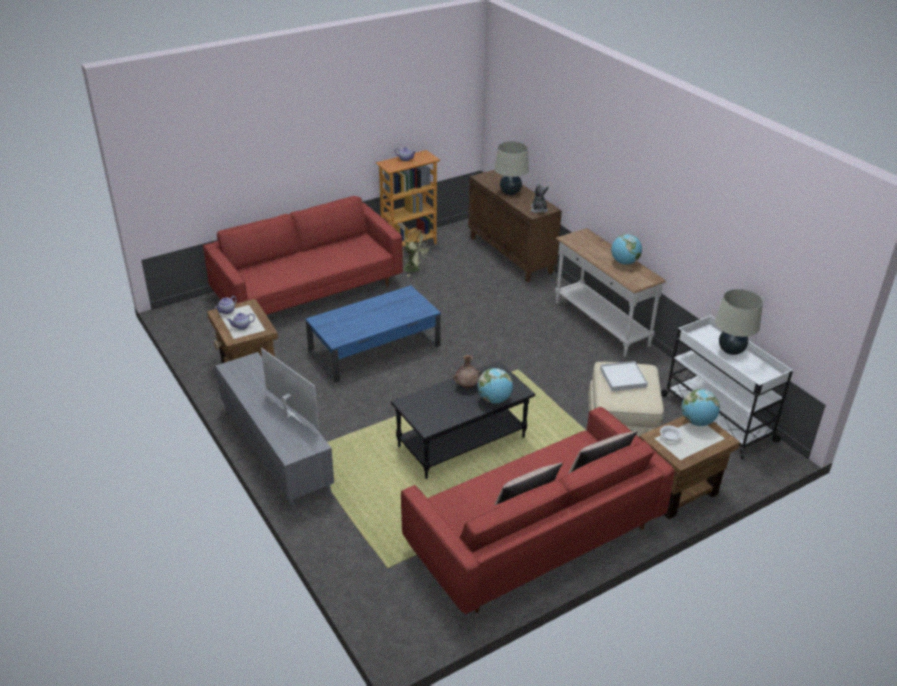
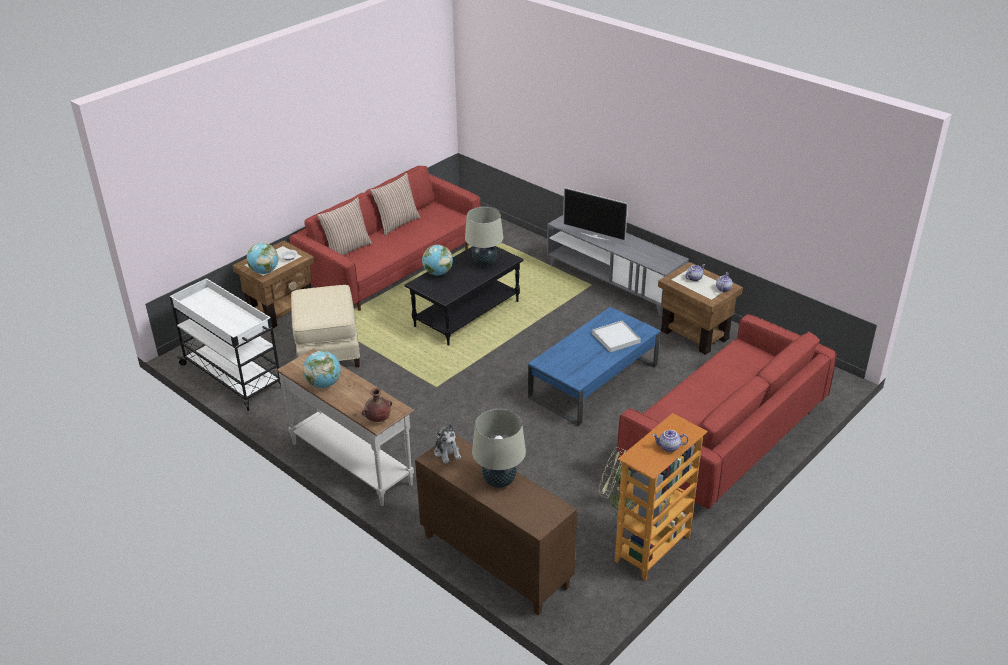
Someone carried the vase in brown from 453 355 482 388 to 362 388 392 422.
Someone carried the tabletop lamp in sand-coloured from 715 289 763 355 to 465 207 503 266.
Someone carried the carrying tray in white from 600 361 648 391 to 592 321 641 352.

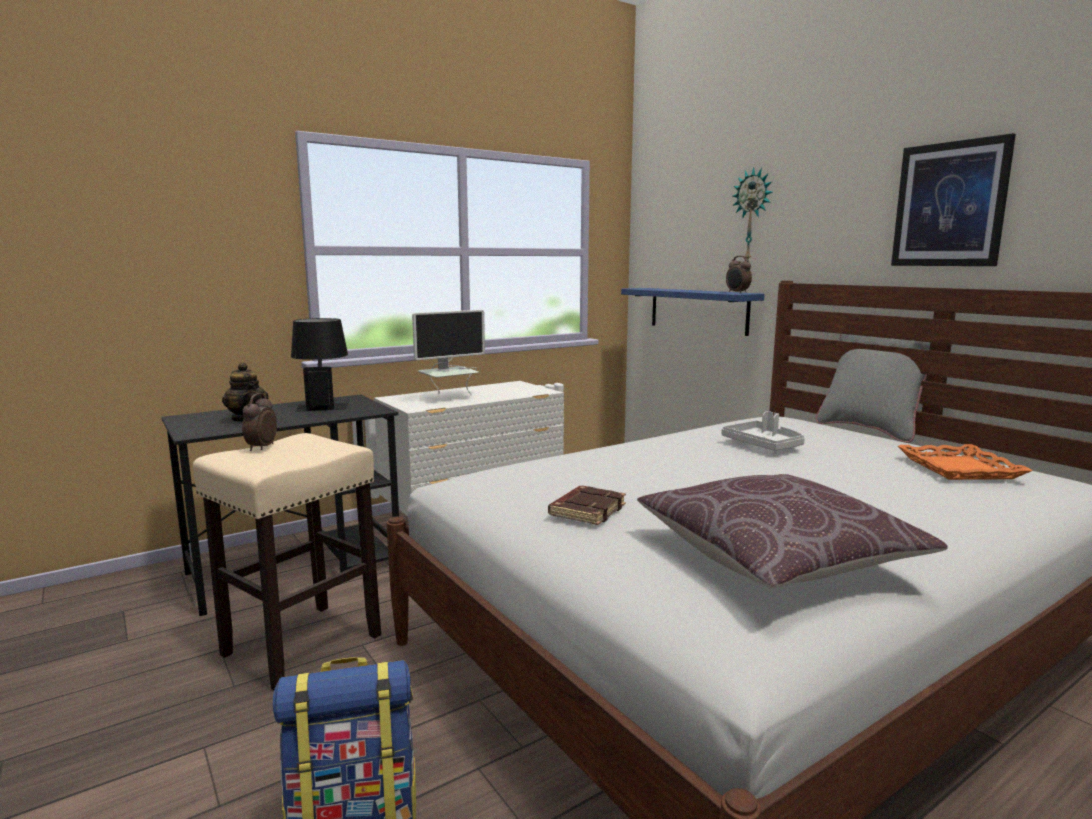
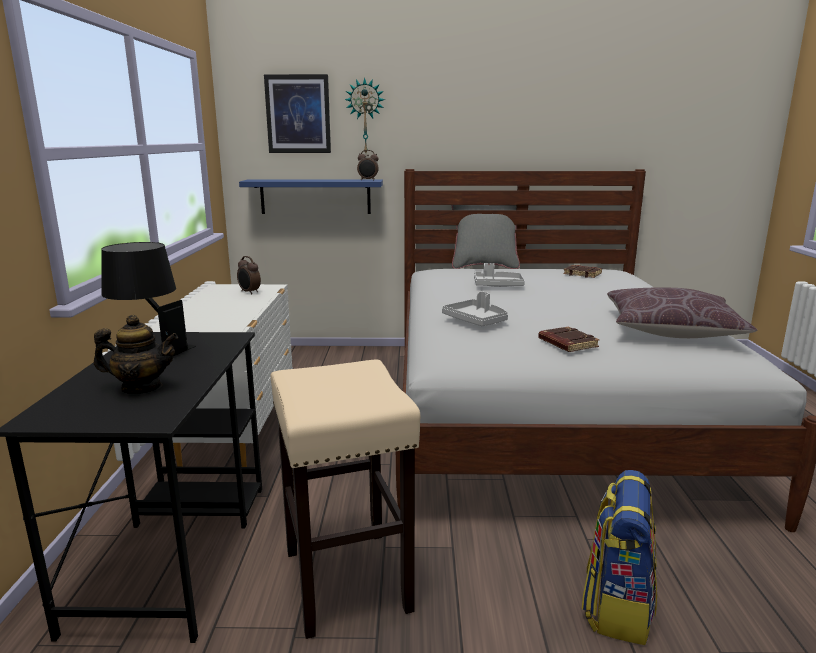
Someone carried the bedside clock from 242 393 277 451 to 237 256 261 294.
Someone carried the wall art from 891 133 1016 266 to 264 74 331 153.
Someone put down the carrying tray in grey at 442 291 508 326.
Someone swapped the carrying tray in orange-coloured at 898 444 1032 480 for the bound book in brown at 564 265 602 278.
Someone took away the computer screen at 412 310 485 395.

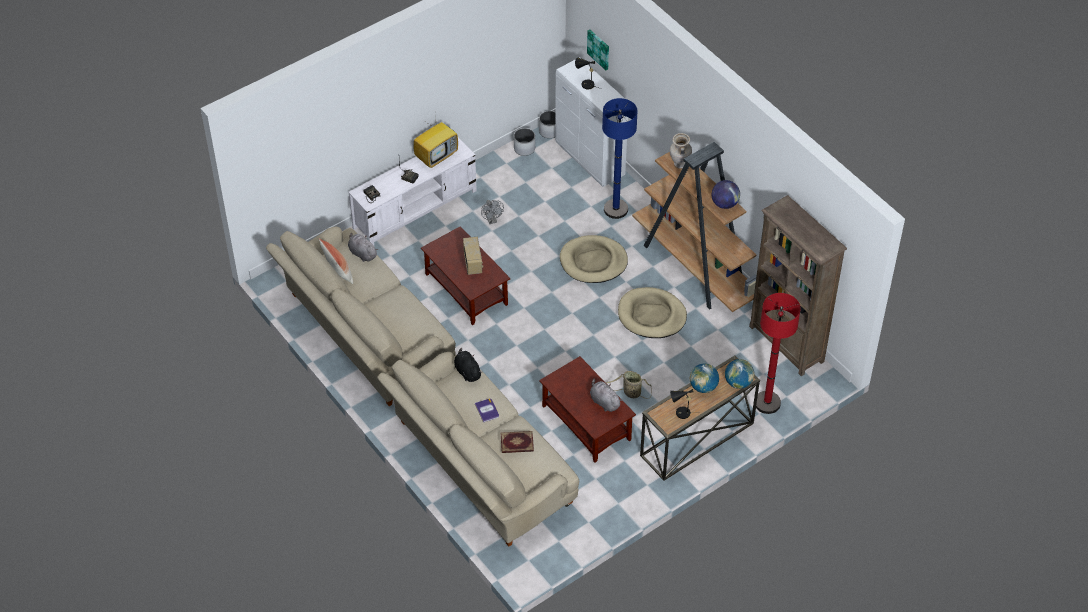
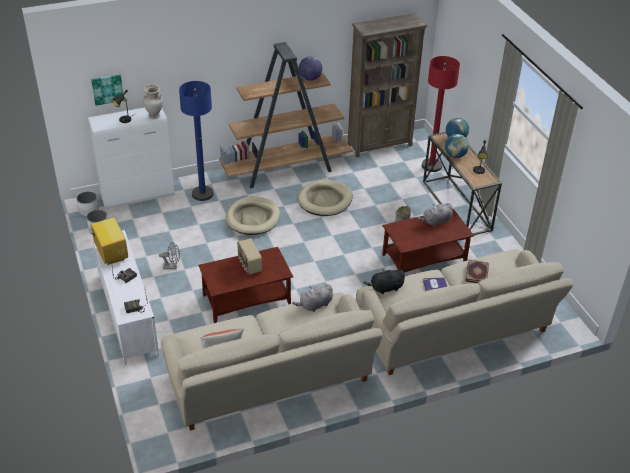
Someone carried the vase in sand-coloured from 670 133 692 169 to 143 85 163 119.
Someone rotated the radio set at 463 236 483 275 by 120 degrees counterclockwise.
Someone carried the plush toy in grey from 348 233 378 262 to 293 284 333 312.

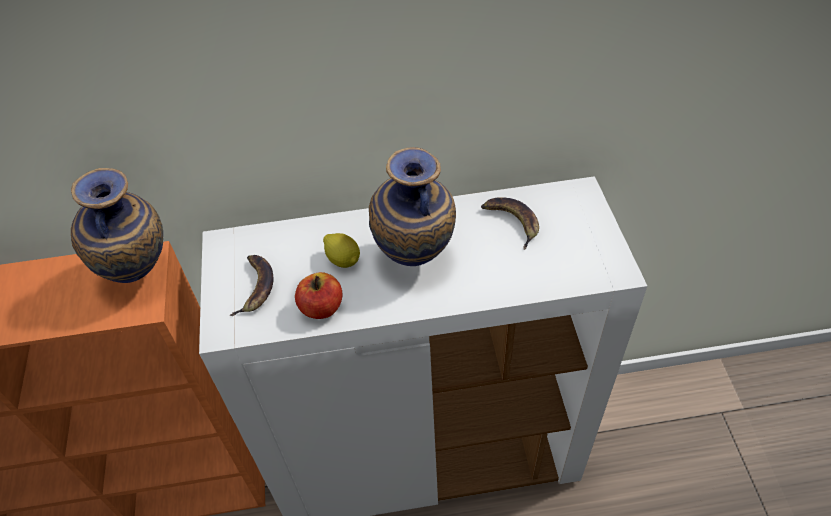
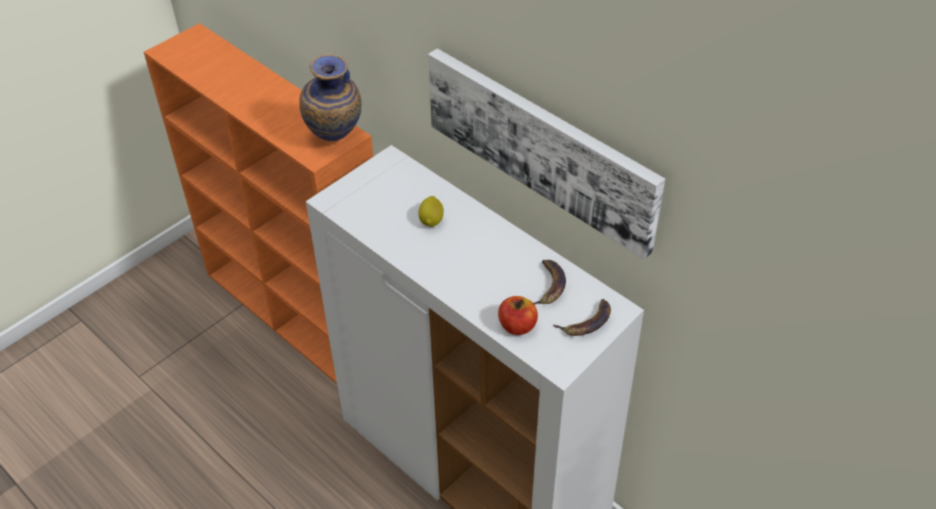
Someone put up the wall art at 428 48 665 259.
Someone carried the apple fruit from 295 272 342 319 to 498 296 538 335.
Someone carried the banana fruit from 229 255 274 316 to 553 299 611 336.
Someone took away the vase at 369 147 456 266.

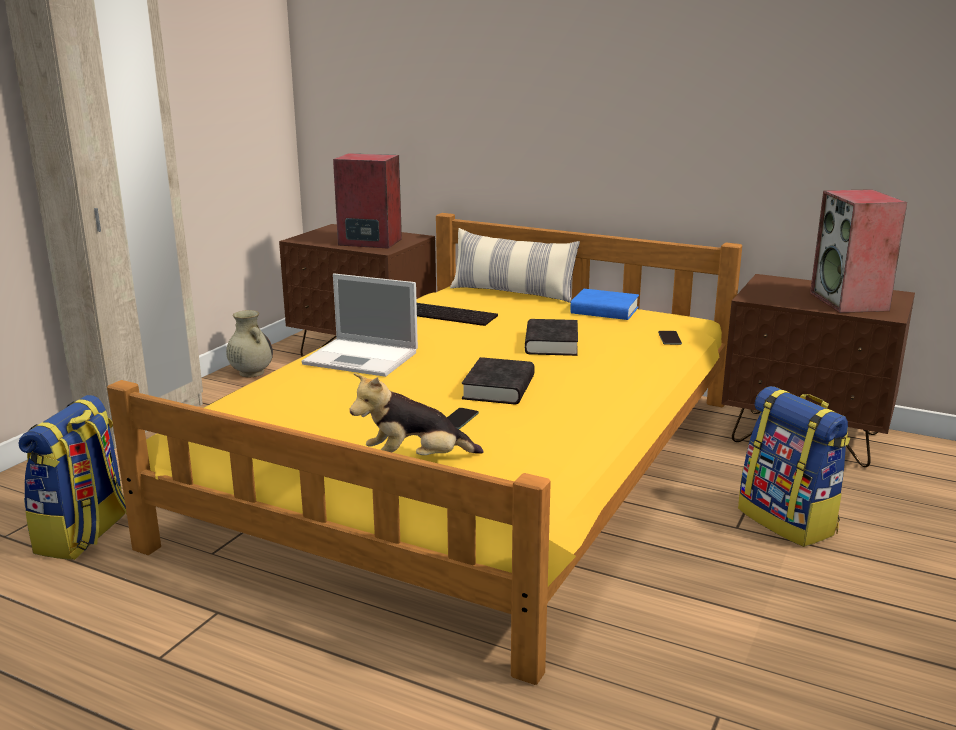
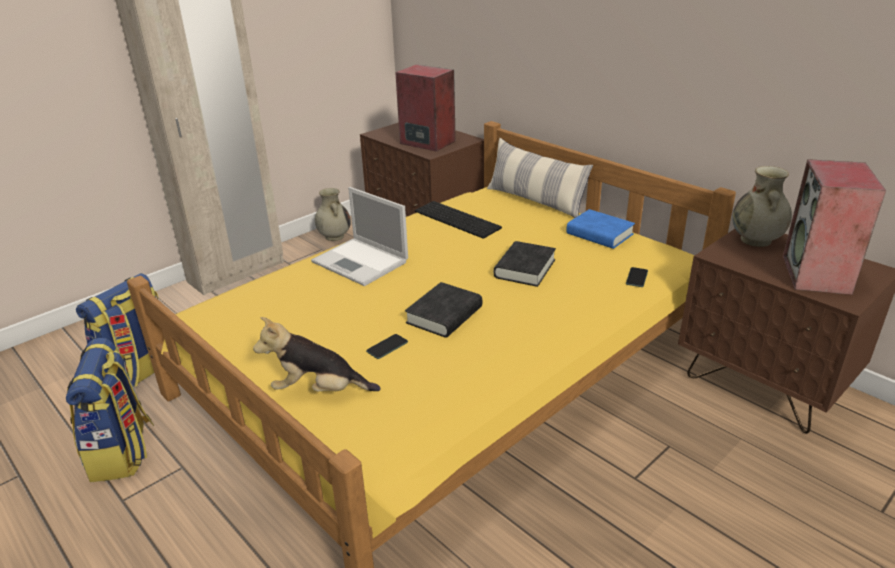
Someone carried the rucksack from 738 386 850 547 to 66 338 154 482.
Someone put down the vase in sand-coloured at 732 166 792 247.

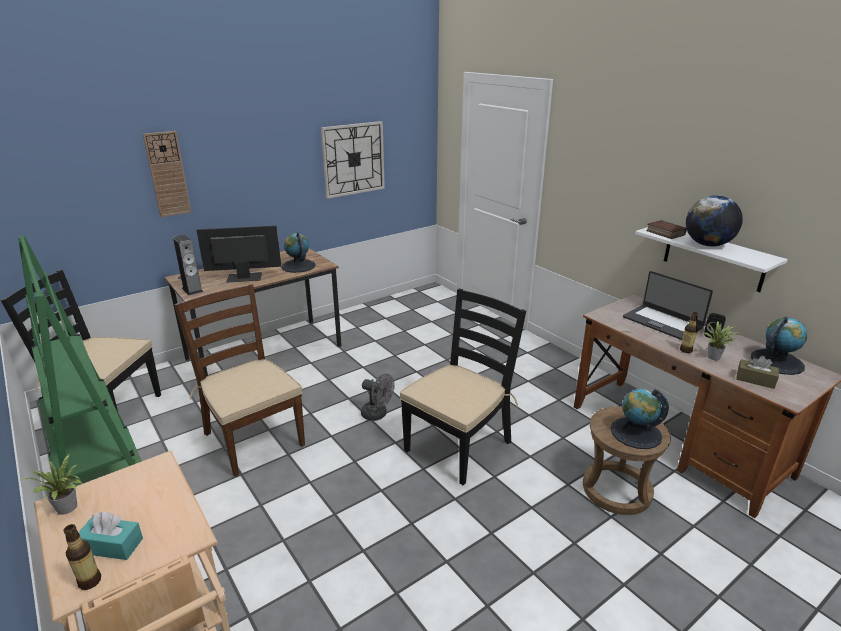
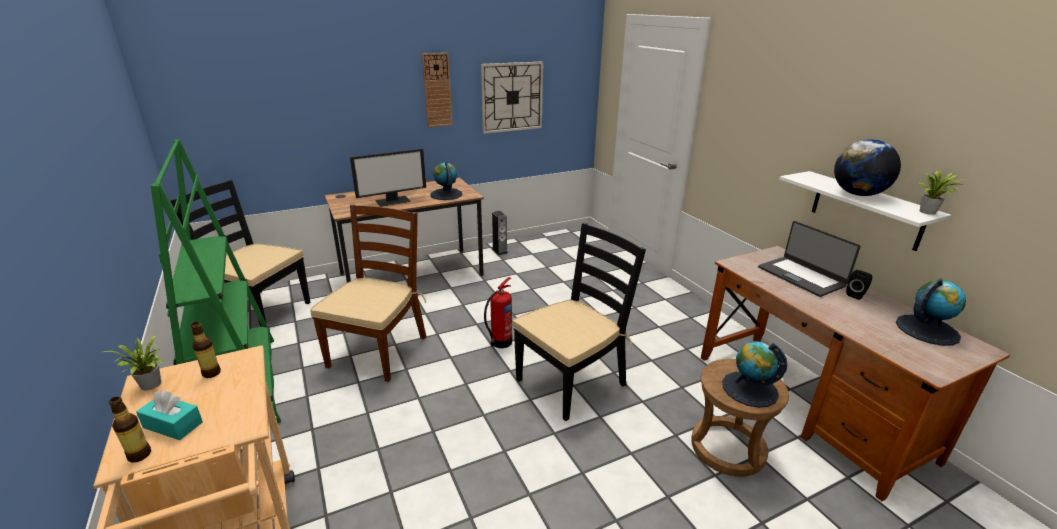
Someone carried the drink bottle from 680 312 698 353 to 191 322 221 378.
Someone rotated the chair in brown at 174 284 305 477 by 45 degrees clockwise.
Someone rotated the computer screen at 196 226 281 283 by 150 degrees clockwise.
Someone carried the clock on the wall from 143 131 191 217 to 422 53 453 127.
Someone swapped the cooling fan in grey at 361 374 395 421 for the extinguisher at 484 277 512 348.
Someone carried the speaker from 173 235 203 295 to 492 211 508 255.
Someone carried the houseplant from 704 321 739 360 to 919 170 964 215.
Someone took away the bound book at 646 220 687 239.
Someone took away the tissue holder in brown at 736 356 779 389.

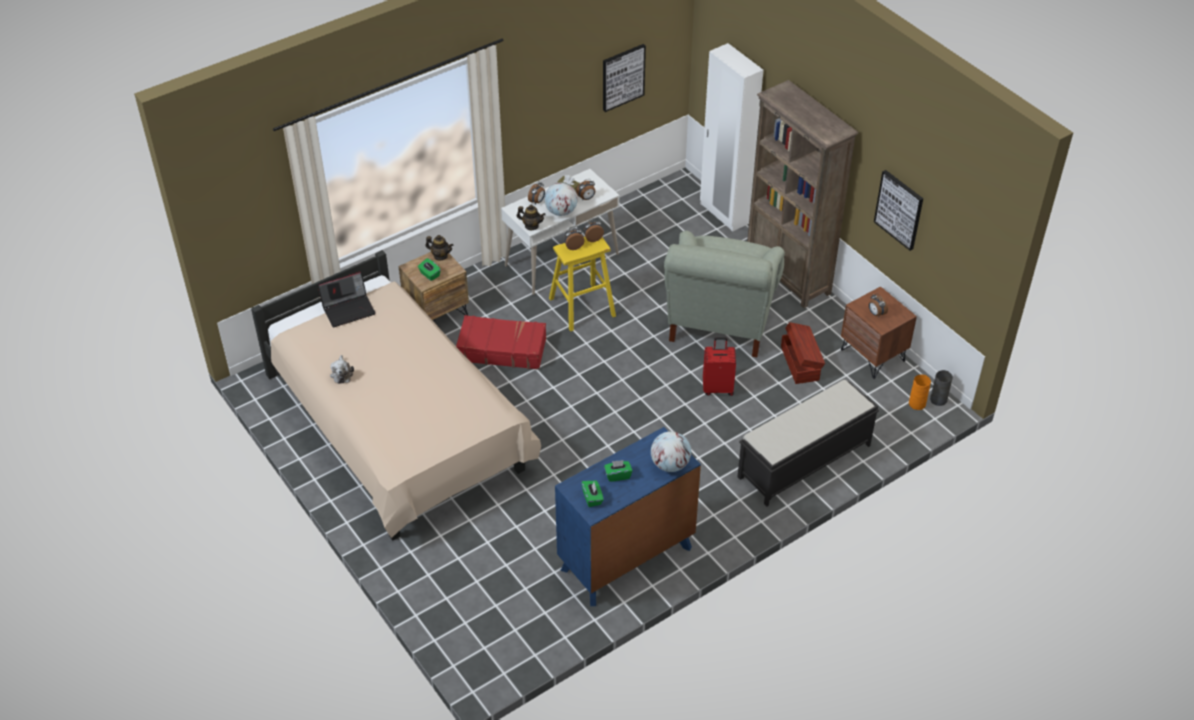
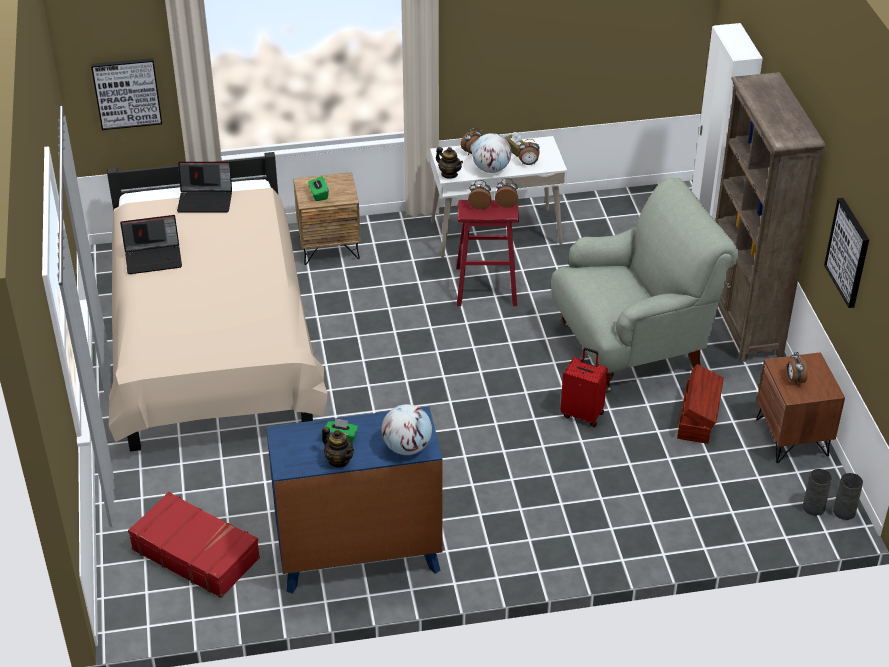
Someone carried the wall art from 603 44 646 112 to 91 58 162 130.
Someone swapped the plush toy at 330 355 354 384 for the notebook computer at 120 215 182 274.
Someone carried the suitcase in reddish from 456 315 546 370 to 128 492 260 598.
Someone carried the pot for tea from 425 235 453 260 to 322 427 354 467.
Someone repainted the stool in yellow at 549 237 616 332, which became the stool in reddish at 456 200 519 306.
Someone rotated the lounge chair in grey at 664 231 785 357 by 150 degrees counterclockwise.
Someone repainted the vase in orange-coloured at 909 375 931 410, which became the vase in grey at 803 469 832 516.
Someone took away the tissue holder in green at 581 481 604 507.
Someone took away the long seat in black-coloured at 737 380 879 506.

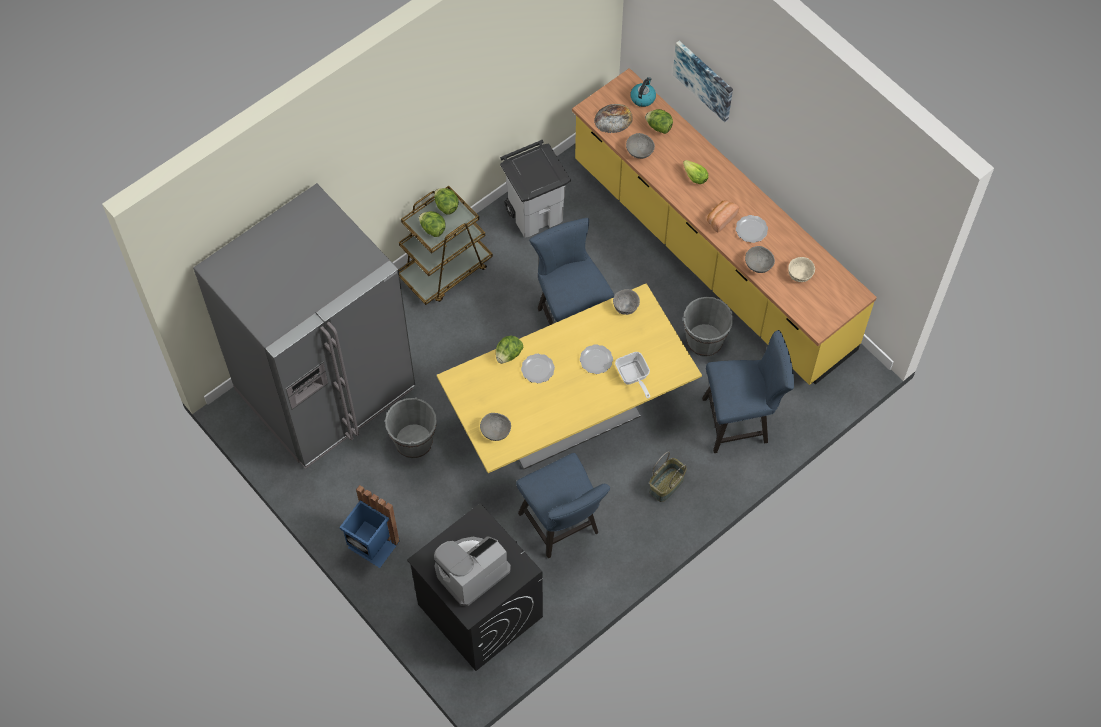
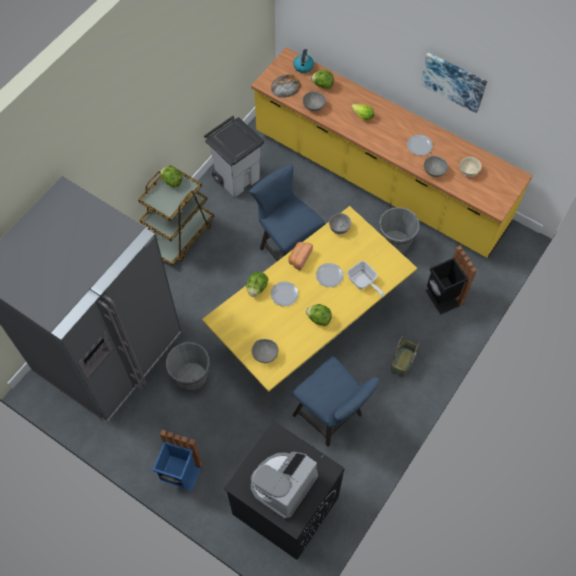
Someone carried the bakery bread from 707 200 739 233 to 288 242 313 270.
Someone carried the lettuce head from 419 211 446 237 to 306 304 332 326.
Someone carried the wall art from 673 41 733 122 to 420 52 487 113.
Someone swapped the chair in blue at 702 330 794 453 for the rubbish bin in black-coloured at 425 245 477 315.

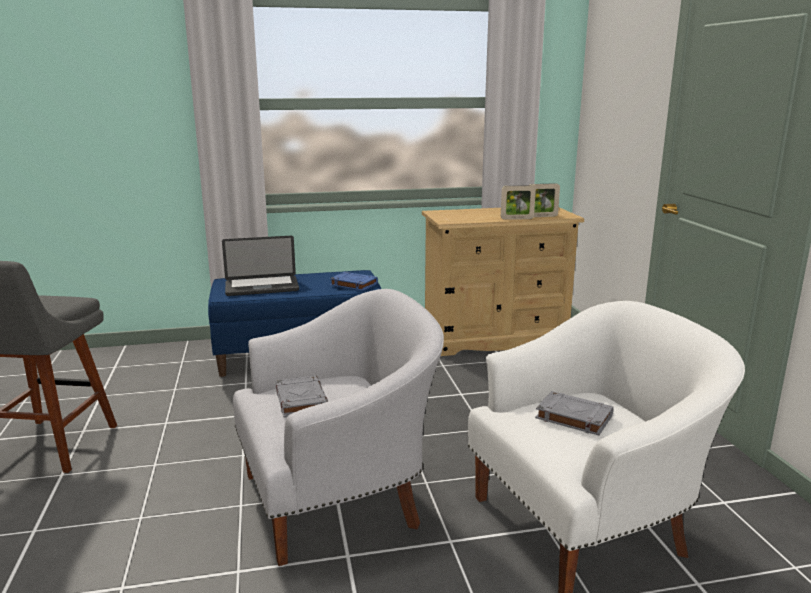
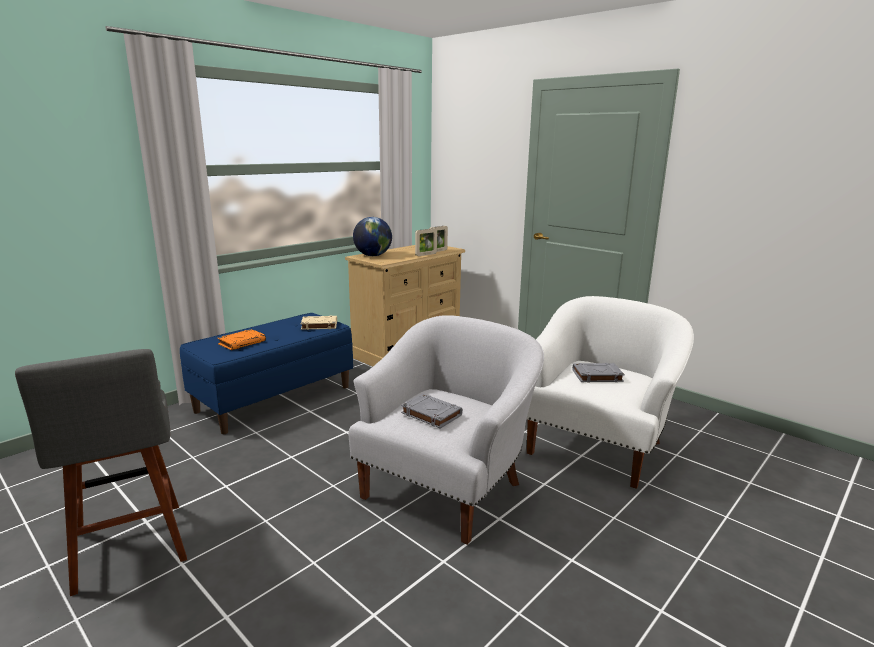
Someone swapped the notebook computer at 222 236 299 296 for the bound book in orange-coloured at 217 329 266 350.
Someone repainted the bound book in blue at 330 272 378 291, which became the bound book in sand-coloured at 300 316 337 330.
Someone put down the desk globe at 353 217 392 256.

